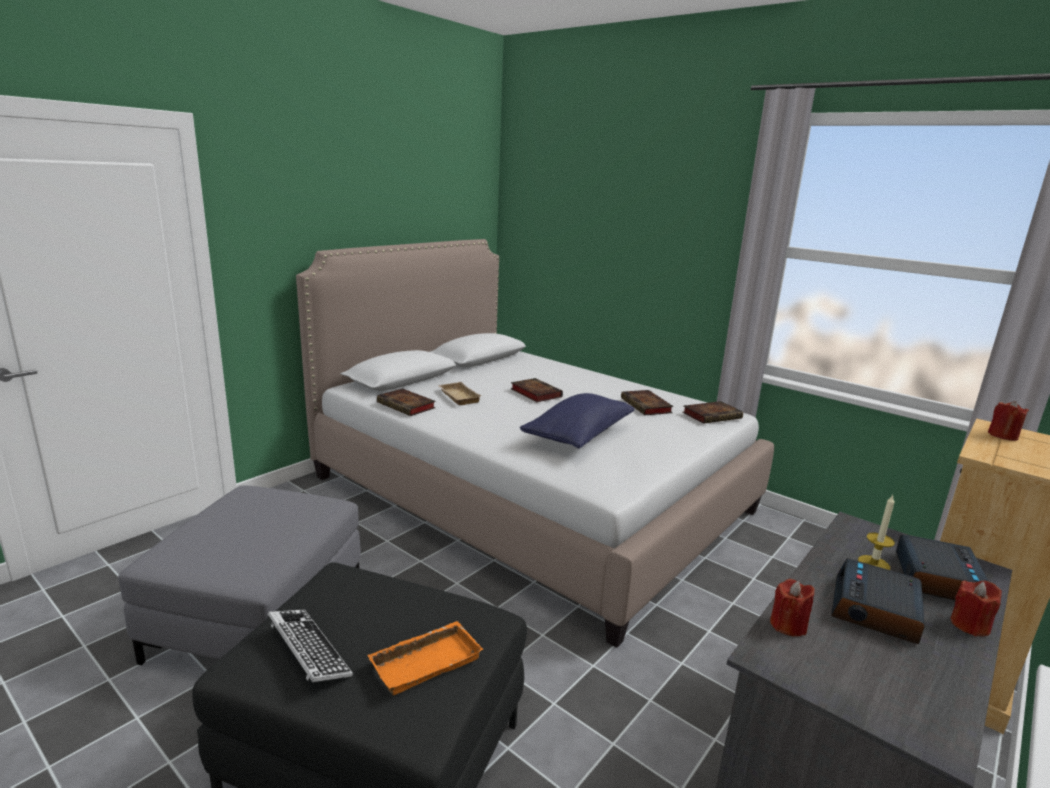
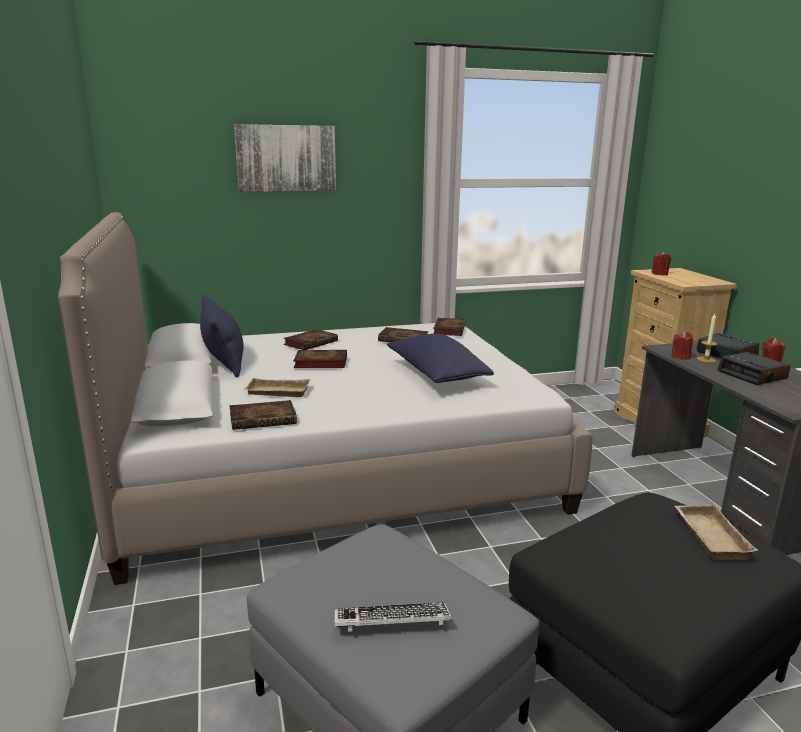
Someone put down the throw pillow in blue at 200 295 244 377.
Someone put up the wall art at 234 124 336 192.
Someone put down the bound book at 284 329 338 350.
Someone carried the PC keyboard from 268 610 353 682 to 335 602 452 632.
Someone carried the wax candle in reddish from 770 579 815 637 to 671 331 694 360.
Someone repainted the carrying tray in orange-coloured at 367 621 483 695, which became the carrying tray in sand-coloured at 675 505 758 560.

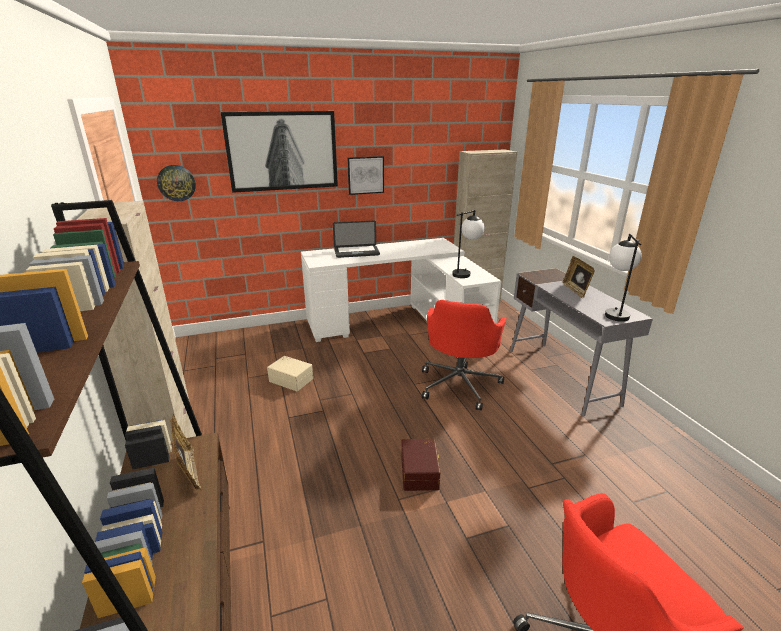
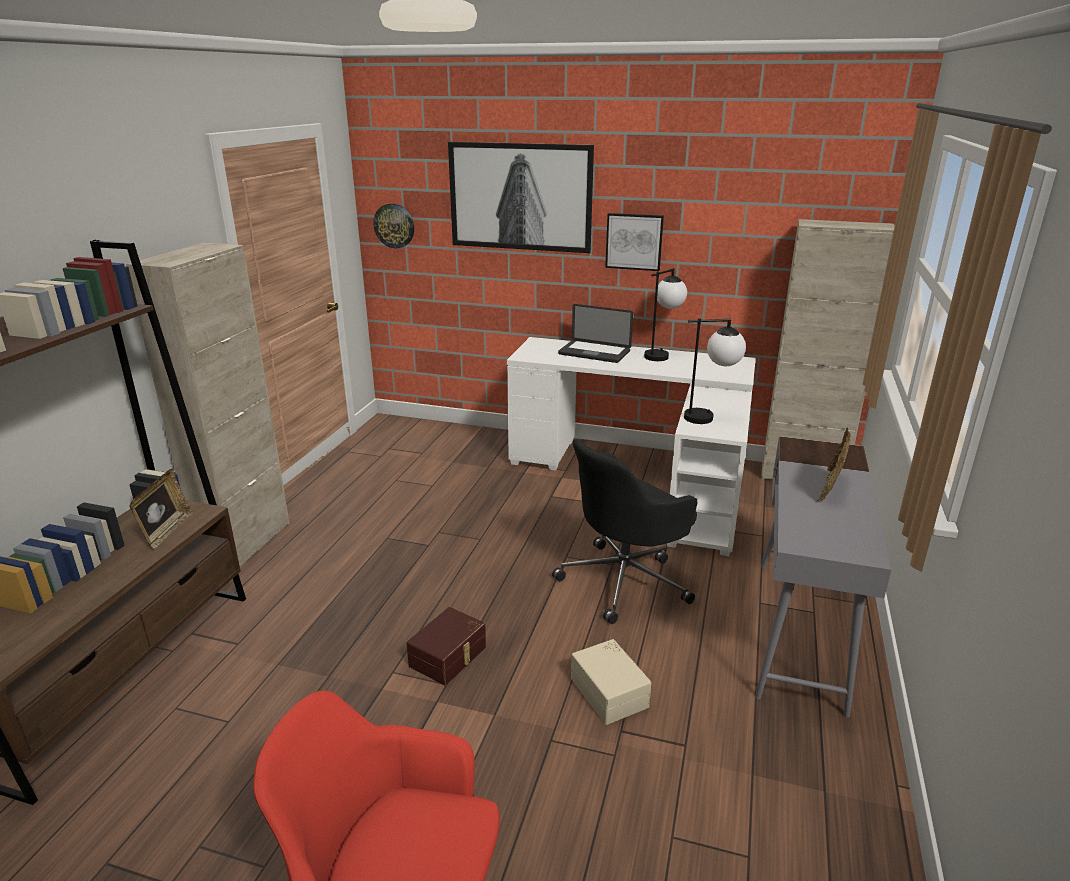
Someone repainted the computer chair in reddish at 422 300 507 411, which became the computer chair in black-coloured at 552 439 697 624.
Someone carried the storage container in sand-coloured from 267 356 313 391 to 571 639 651 725.
Someone carried the tabletop lamp from 605 234 642 322 to 644 268 687 361.

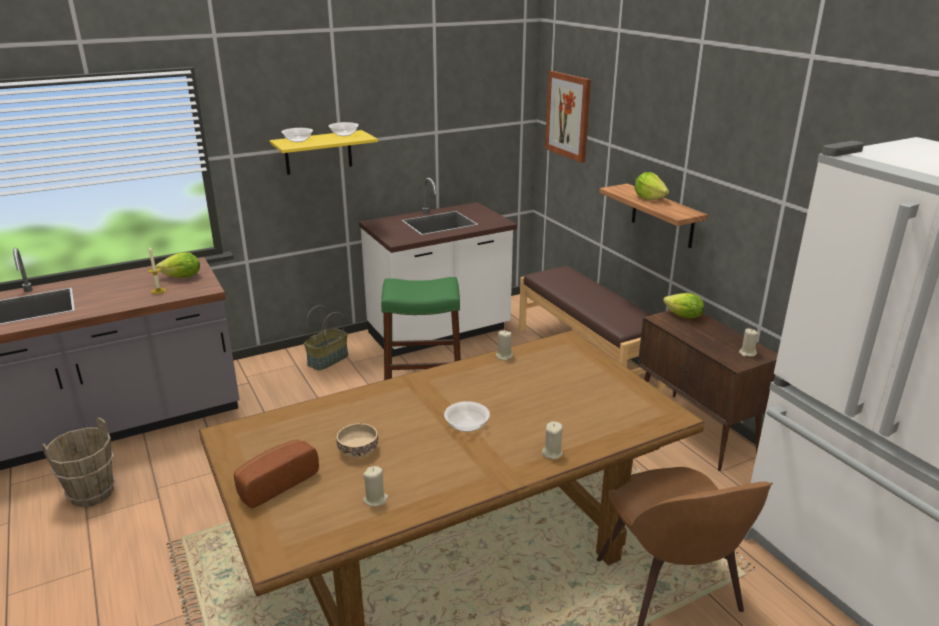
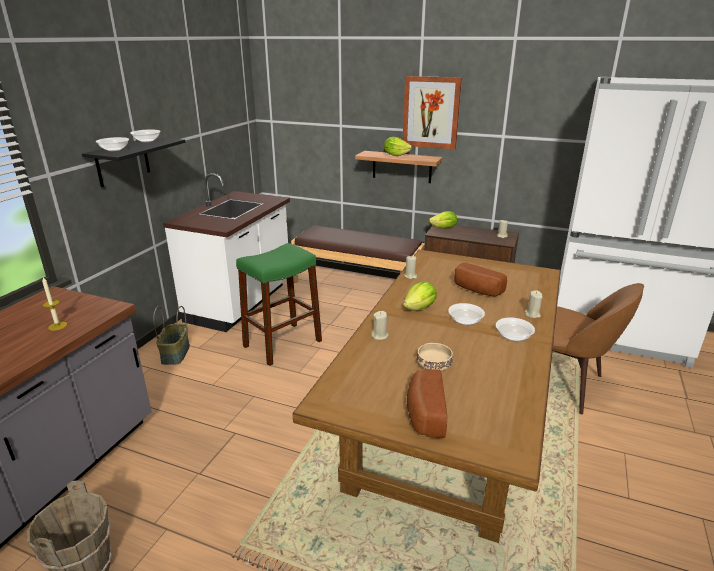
Someone repainted the shelf in yellow at 270 130 378 175, which became the shelf in black-coloured at 82 137 185 188.
Someone carried the wax candle in sand-coloured from 363 466 388 507 to 371 311 389 340.
Someone carried the wall art from 545 71 591 163 to 403 76 462 150.
Someone carried the lettuce head from 156 252 200 278 to 403 281 437 311.
Someone put down the bakery bread at 454 262 507 297.
Someone put down the bowl at 496 318 535 341.

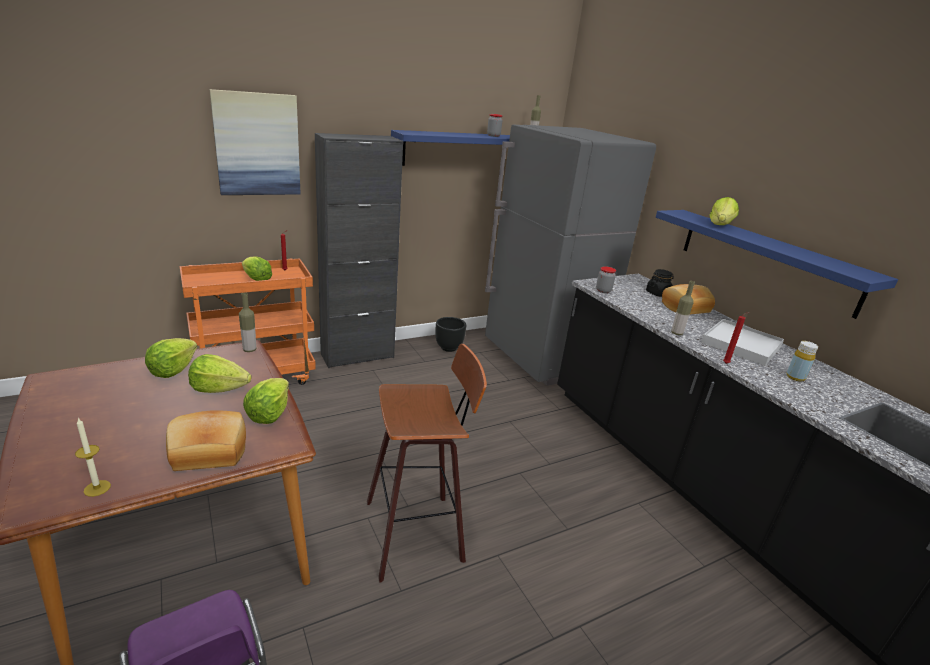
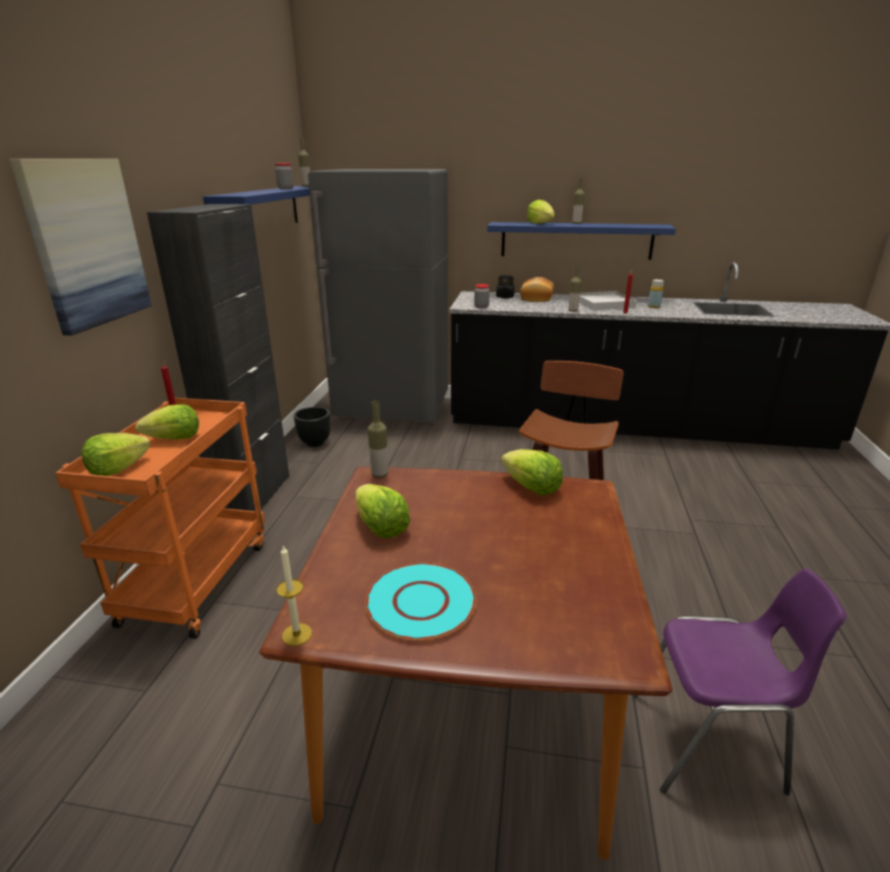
Someone carried the lettuce head from 188 354 251 393 to 82 433 150 476.
Someone carried the wax candle from 75 418 111 497 to 276 546 312 646.
Someone put down the dinner plate in blue-green at 365 563 477 640.
Someone put down the drink bottle at 572 177 585 224.
Someone took away the bakery bread at 166 410 246 471.

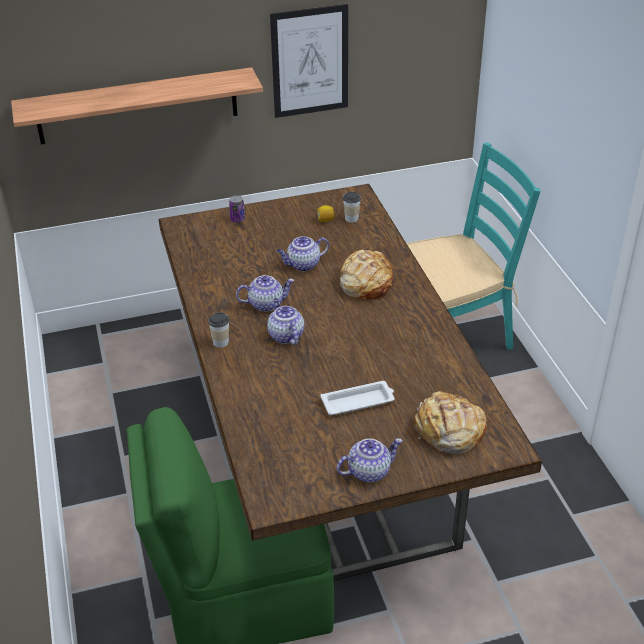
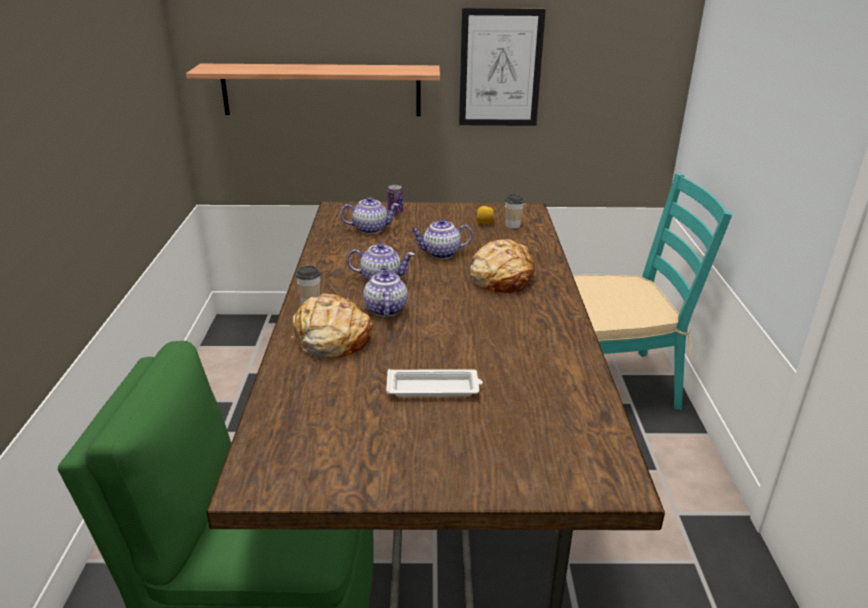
Someone carried the bakery bread from 415 391 487 454 to 291 293 373 359.
Someone carried the pot for tea from 336 438 402 482 to 340 197 399 234.

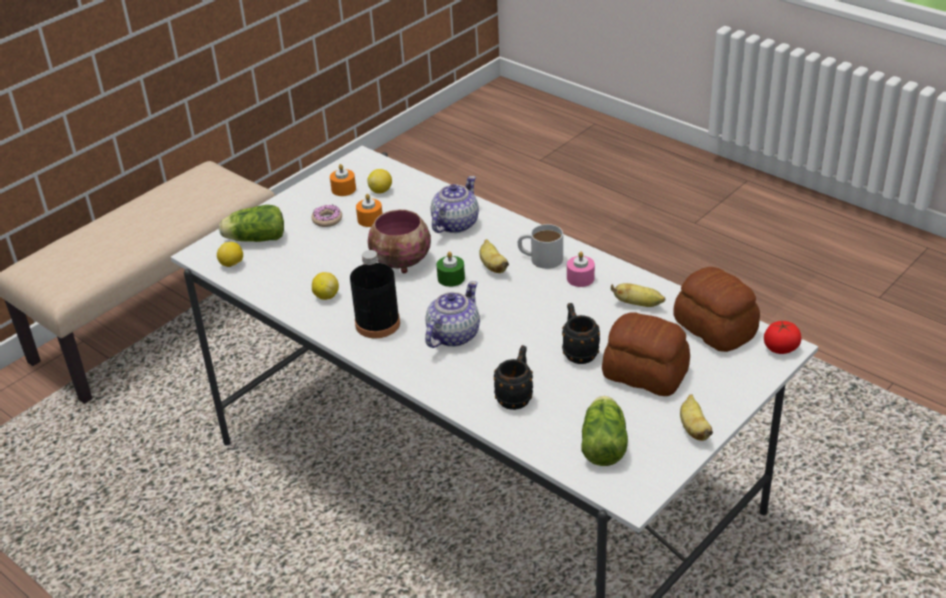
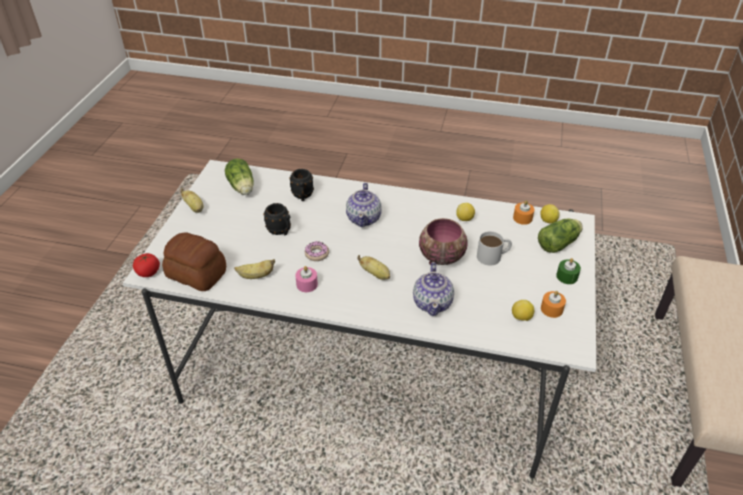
Someone carried the ring doughnut from 311 205 342 227 to 305 241 329 261.
Someone carried the mug in white from 518 224 563 269 to 477 231 512 266.
Someone carried the wax candle in orange-coloured from 356 194 383 227 to 513 200 535 225.
Someone carried the wax candle in green from 437 251 465 287 to 556 258 581 284.
Someone took away the drink bottle in black-coloured at 350 250 400 338.
Someone took away the bakery bread at 602 313 690 396.

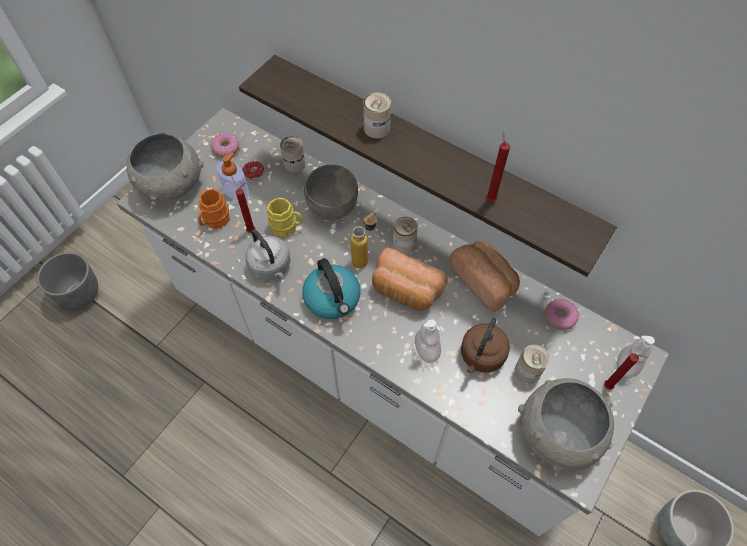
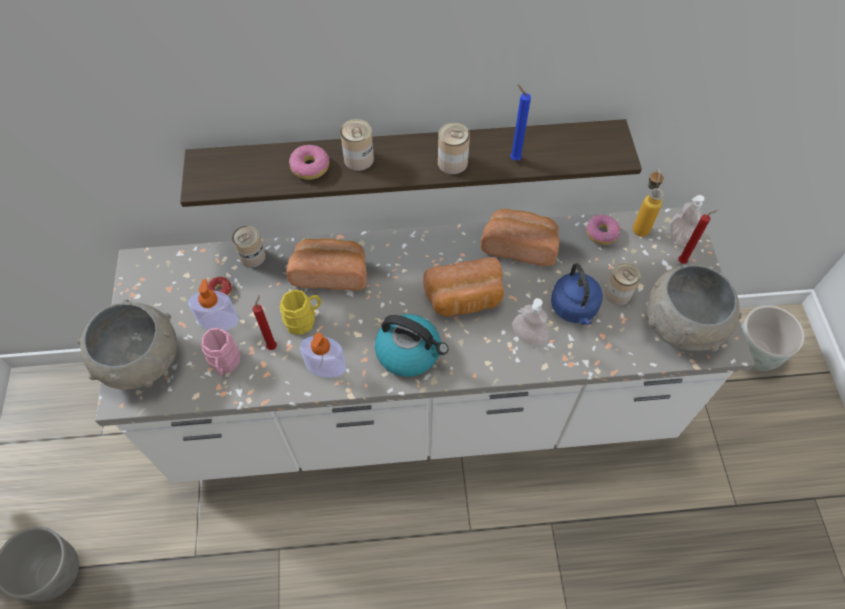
Someone repainted the mug in orange-coloured at 198 189 230 229, which became the mug in pink at 201 328 240 376.
Someone swapped the bowl in grey at 304 165 358 220 for the bakery bread at 286 238 367 291.
Someone carried the ring doughnut from 211 133 239 157 to 289 145 329 180.
Someone swapped the water kettle in grey at 245 230 290 280 for the soap bottle at 300 333 346 378.
Someone carried the sealed can from 393 216 418 254 to 438 123 470 174.
Someone repainted the wax candle in reddish at 486 131 510 201, which became the wax candle in blue at 510 84 531 160.
Someone repainted the water kettle in brown at 461 318 510 373, which became the water kettle in blue at 551 263 603 326.
Someone carried the drink bottle from 350 213 377 268 to 633 169 664 237.

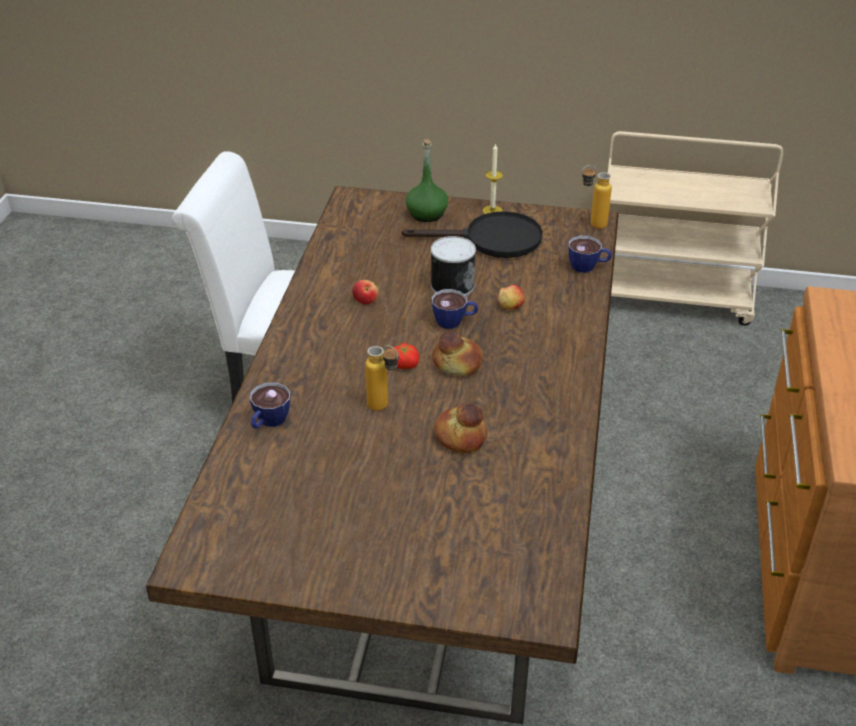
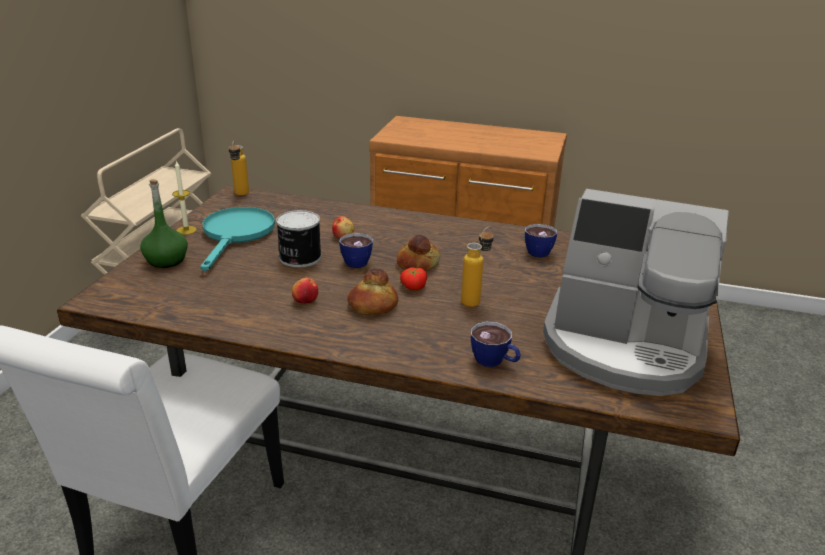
Someone repainted the pan in black-coloured at 402 211 543 258, which became the pan in blue-green at 201 207 275 271.
Someone carried the bakery bread from 434 403 487 453 to 347 268 398 315.
Someone carried the cup from 568 236 612 273 to 525 224 557 257.
Someone put down the coffee brewer at 543 189 729 396.

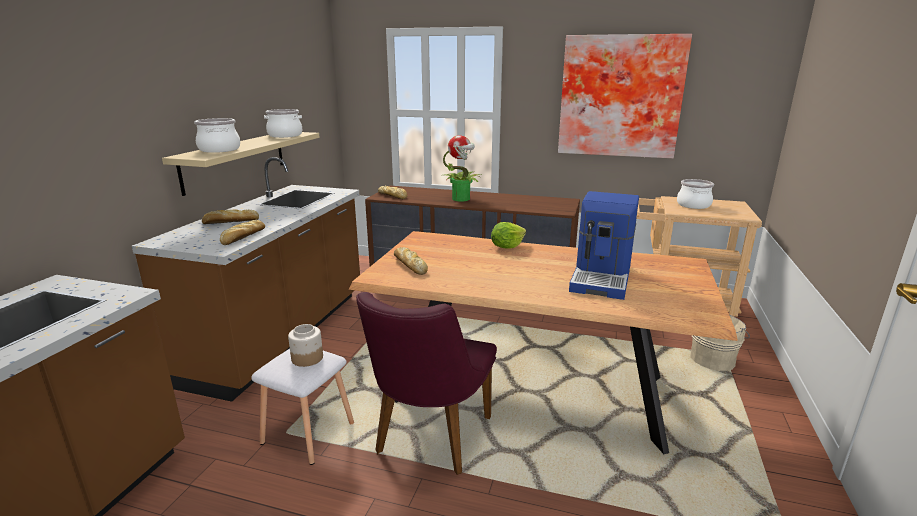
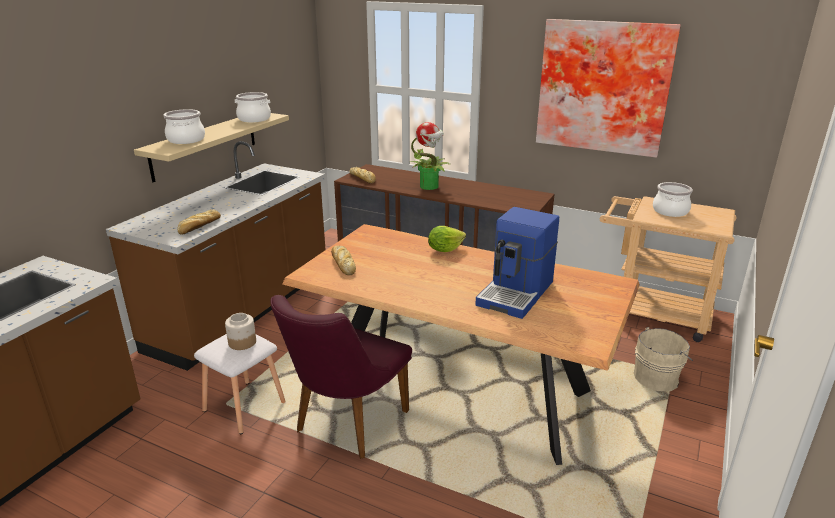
Someone took away the bakery bread at 202 209 259 224.

